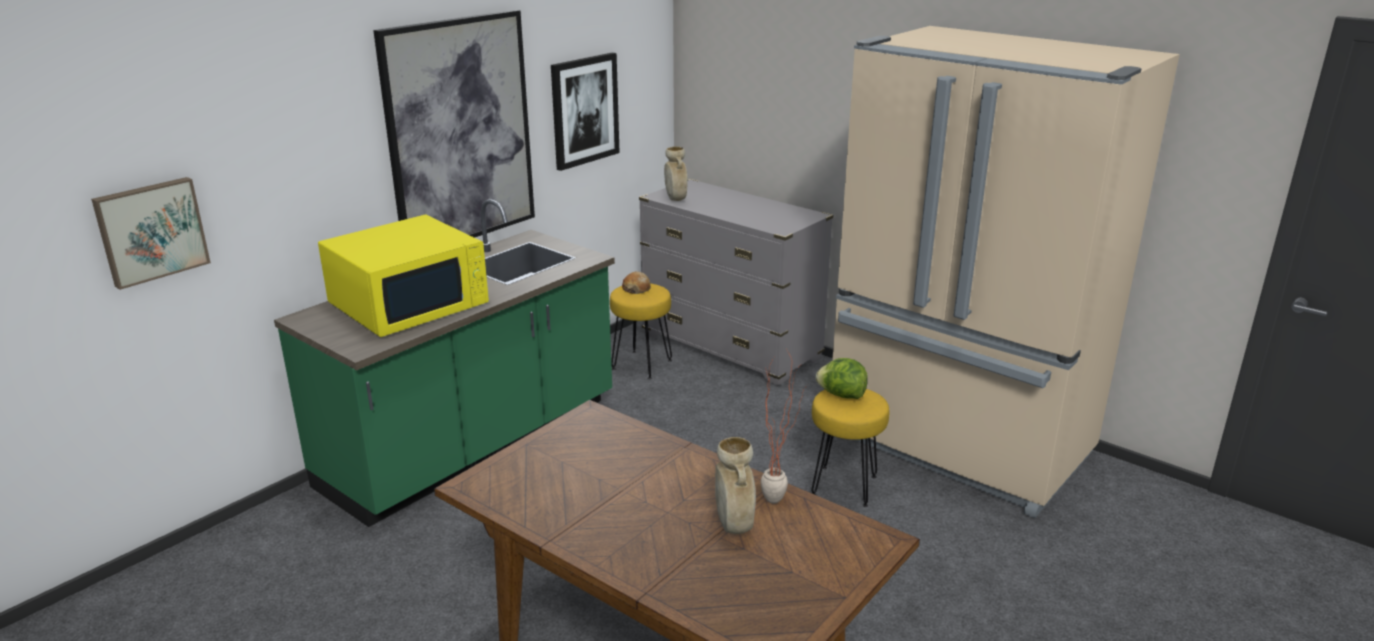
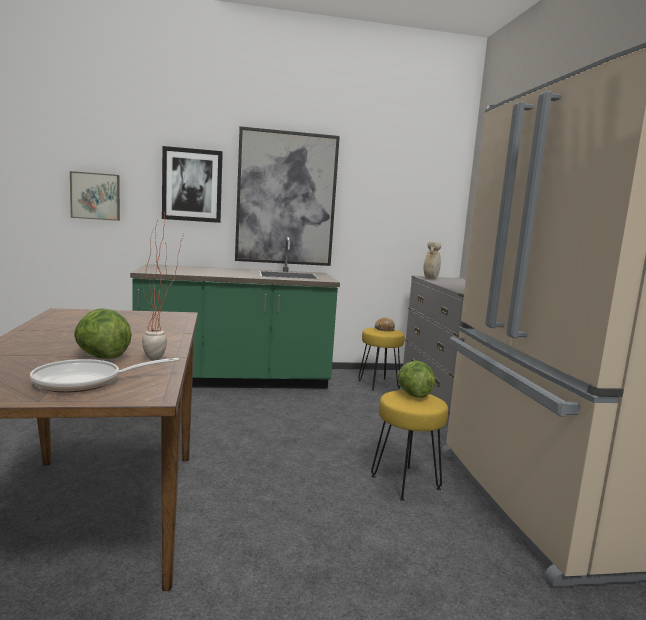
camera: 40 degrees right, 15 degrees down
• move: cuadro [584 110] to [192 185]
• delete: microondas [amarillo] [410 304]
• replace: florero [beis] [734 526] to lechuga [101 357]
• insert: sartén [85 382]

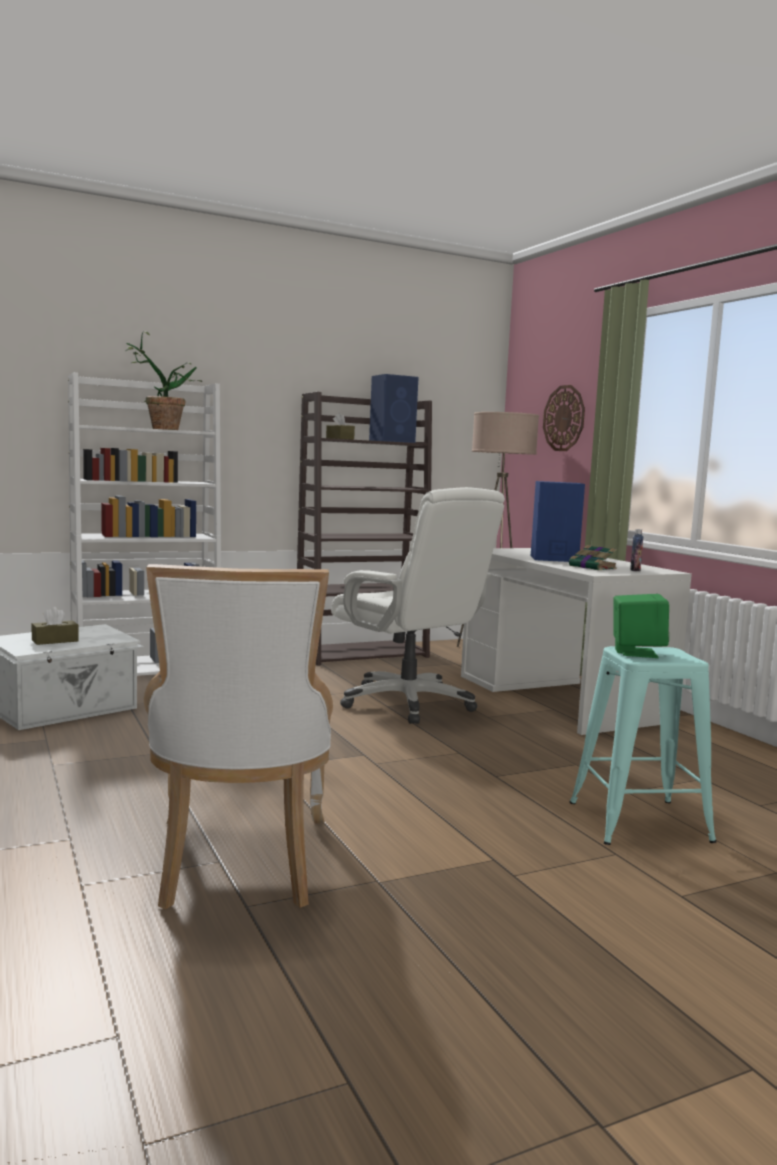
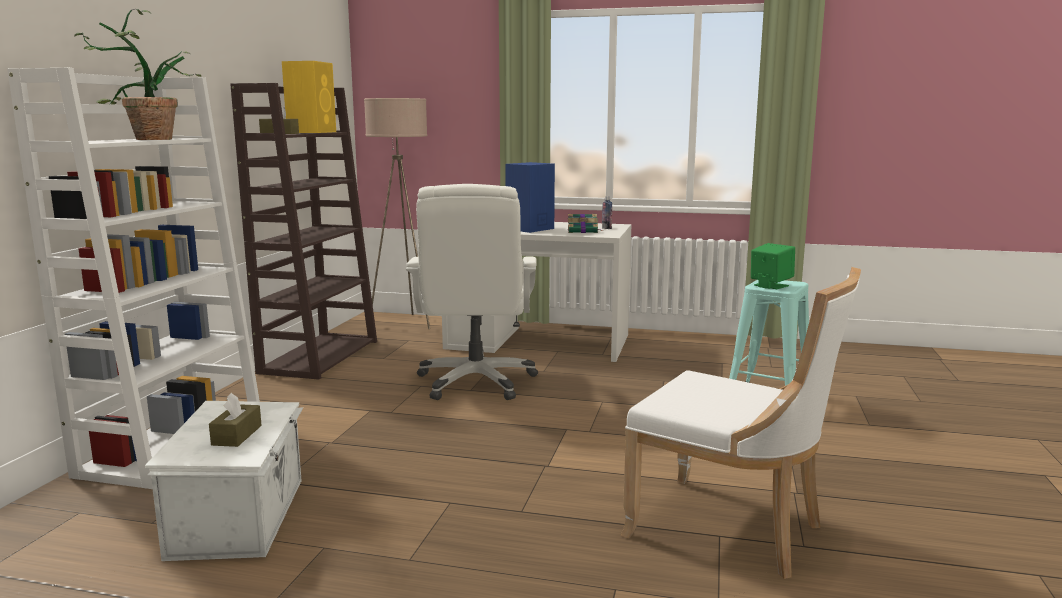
camera: 50 degrees left, 5 degrees up
• recolor: altavoz [azul] [393 441] to altavoz [amarillo] [312 132]
• delete: reloj de pared [564 418]
• rotate: silla de oficina [blanco] [408 703] = [476 382] 90 degrees clockwise

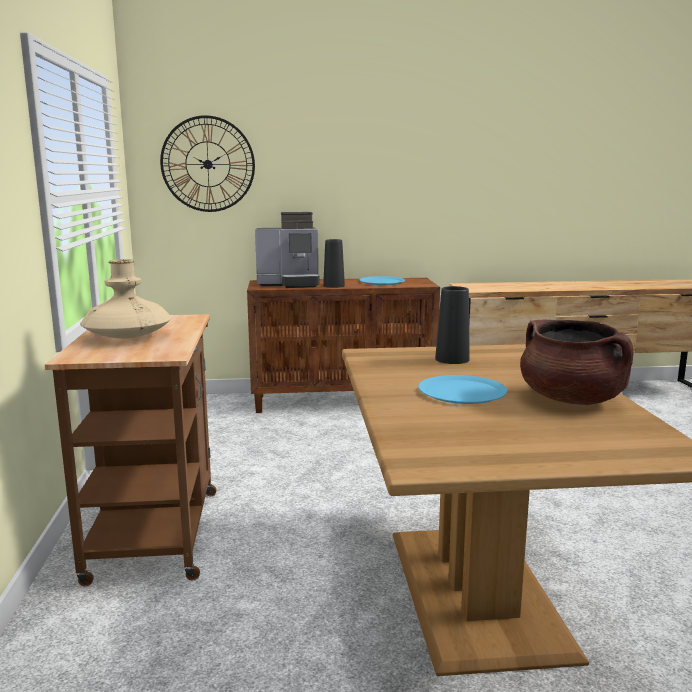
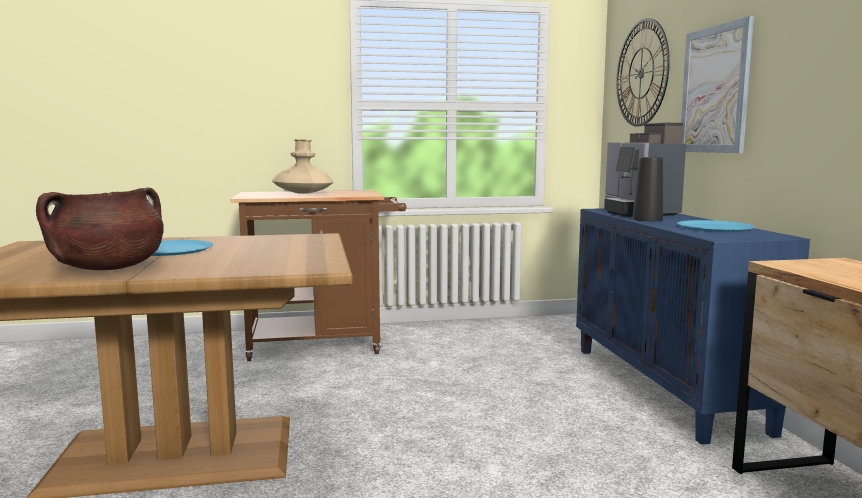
camera: 85 degrees right, 5 degrees down
• recolor: armario [marrón] [343 400] to armario [azul] [666 387]
• delete: florero [negro] [452 359]
• insert: cuadro [715 90]

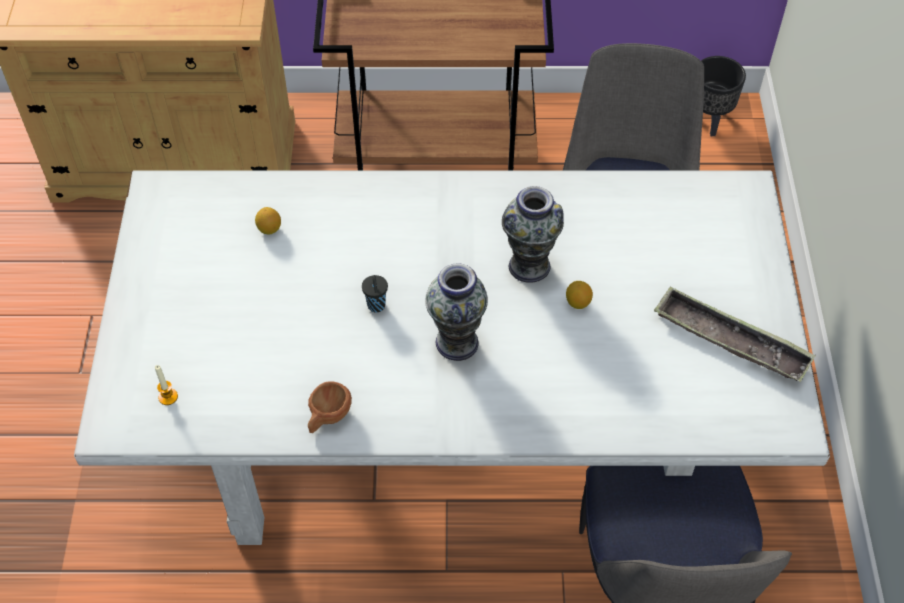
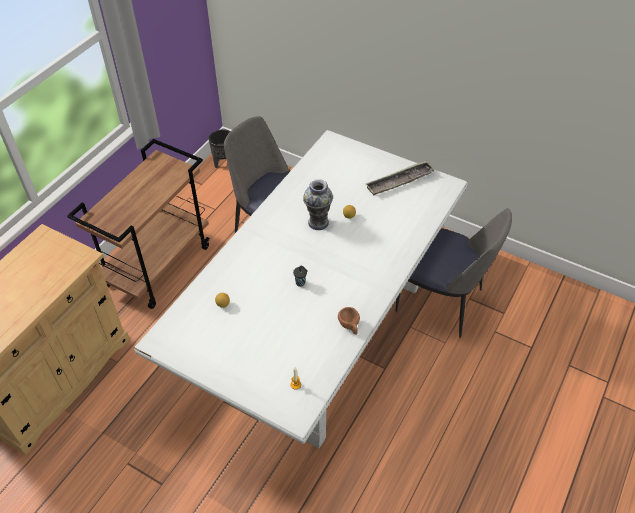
camera: 60 degrees left, 5 degrees down
• delete: florero [457 342]

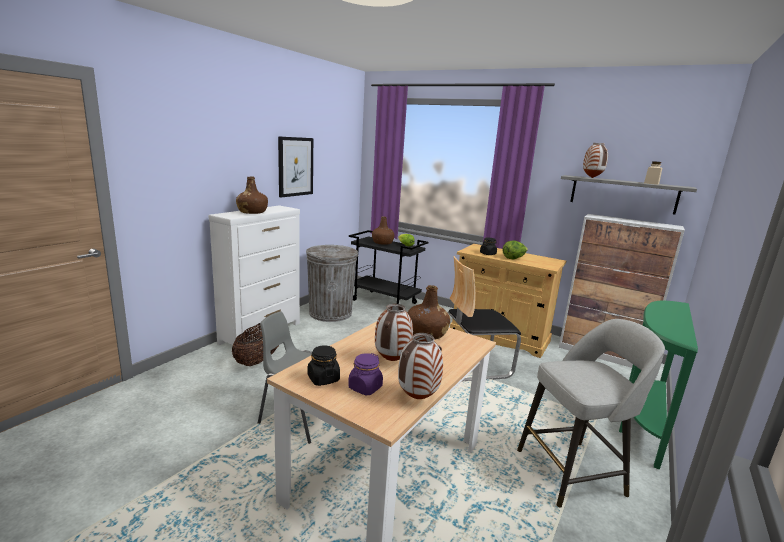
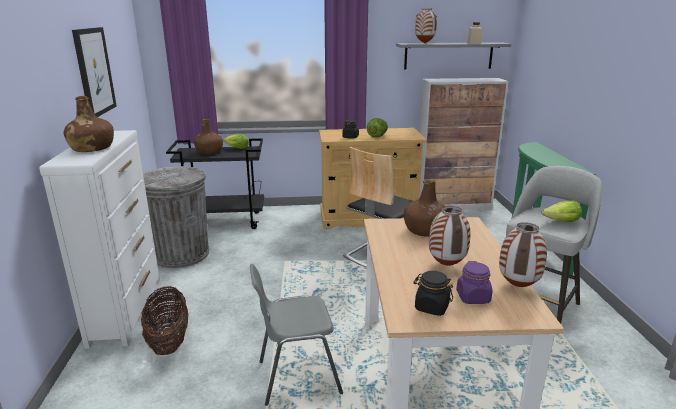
camera: 35 degrees left, 5 degrees up
• insert: lechuga [561 221]

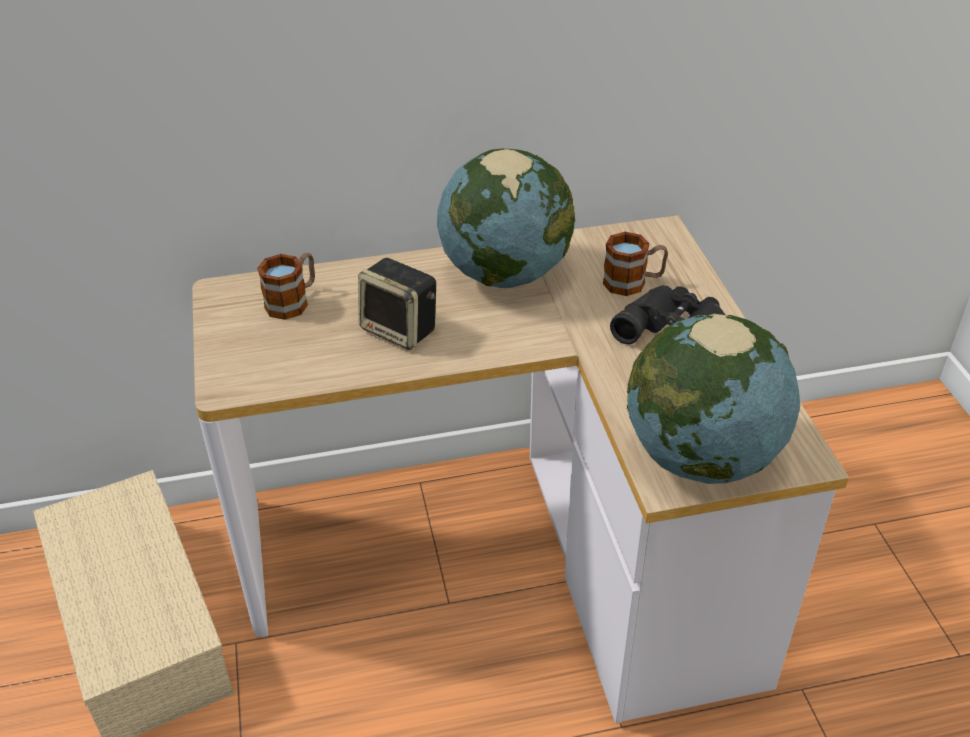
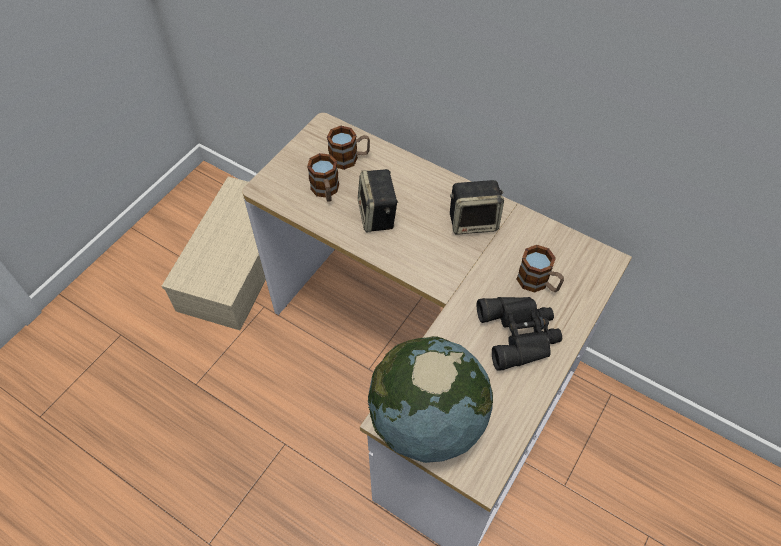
camera: 45 degrees right, 15 degrees up
• replace: globo terráqueo [505 274] to altavoz [474 221]
• insert: taza grande [326 191]

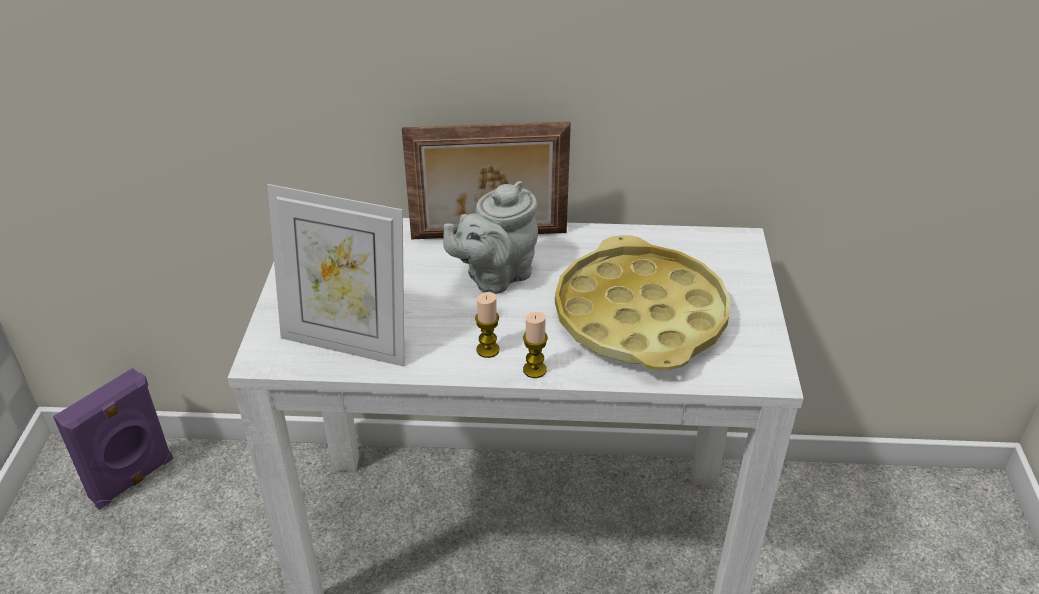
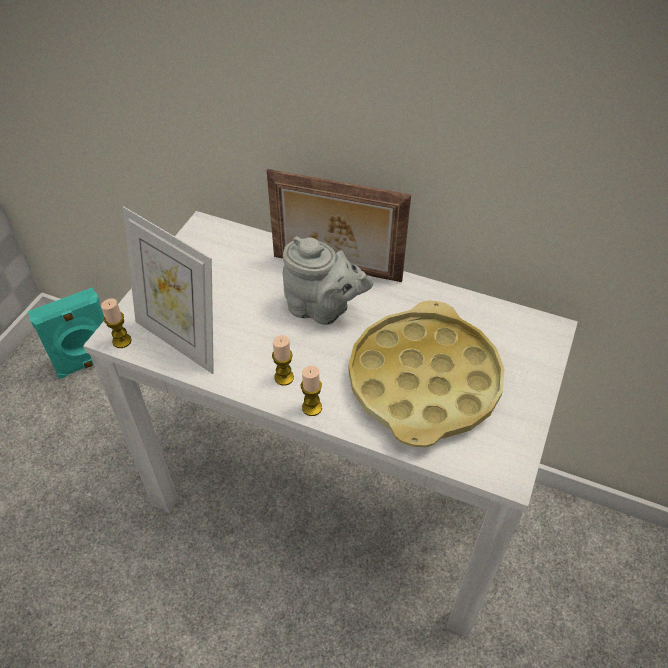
camera: 20 degrees right, 10 degrees up
• rotate: tetera [gris] [495 276] = [323 309] 135 degrees counterclockwise
• recolor: altavoz [morado] [133 480] to altavoz [turquesa] [87 363]
• insert: vela [122 341]

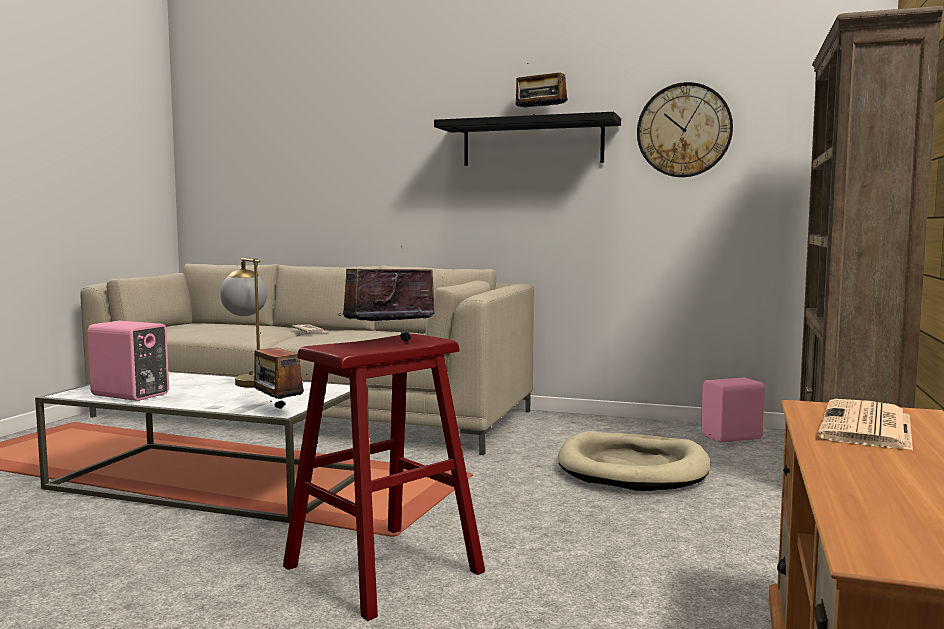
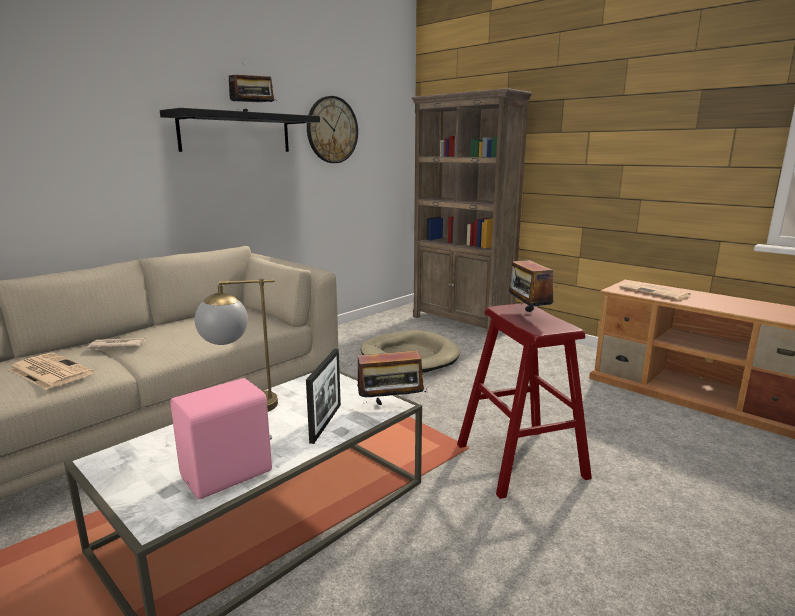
camera: 65 degrees left, 10 degrees up
• delete: altavoz [rosa] [733 437]
• insert: portarretratos [326 423]
• insert: periódico [49 371]

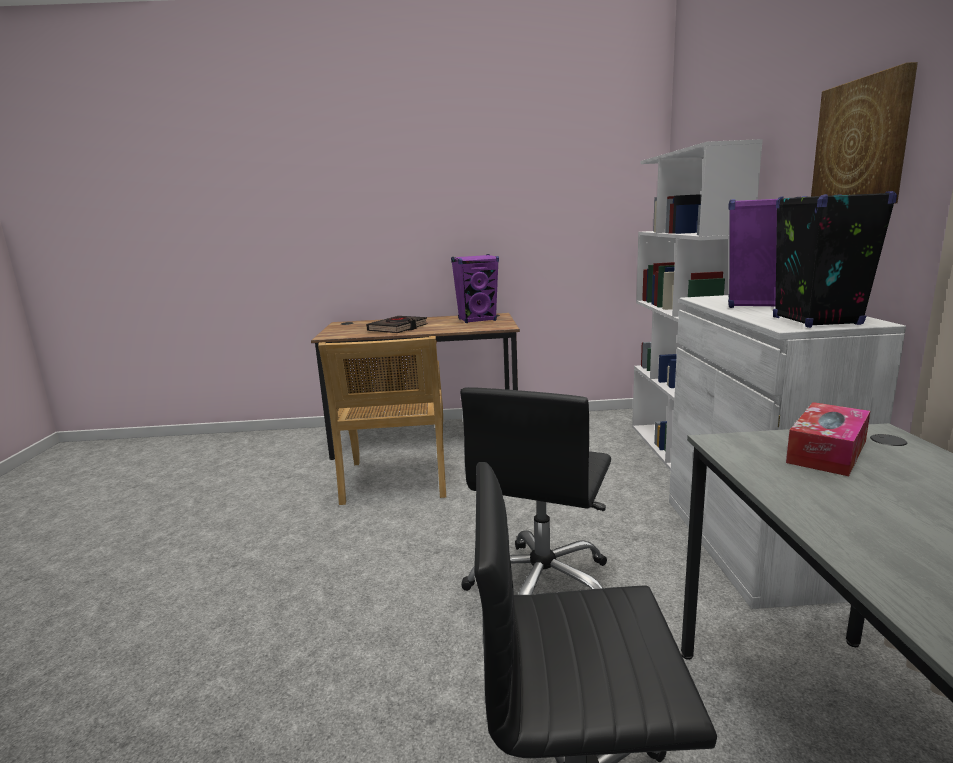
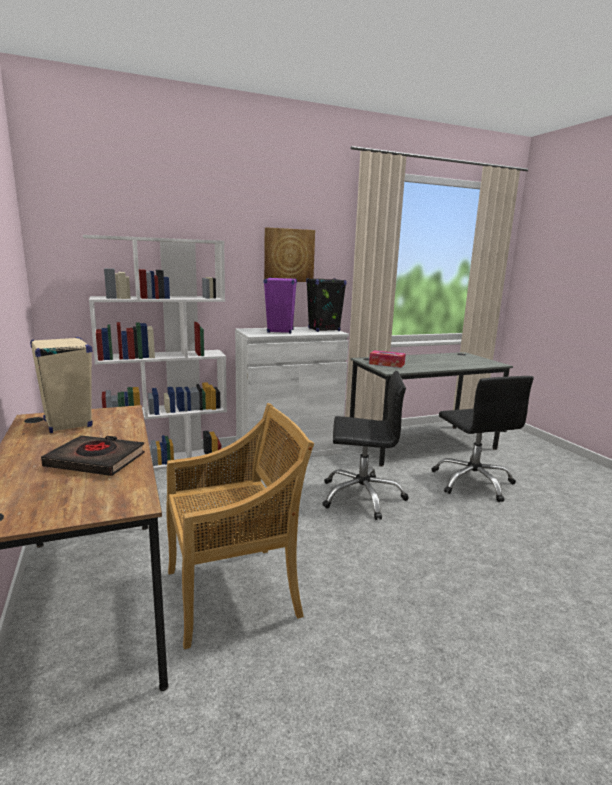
camera: 110 degrees left, 0 degrees up
• recolor: altavoz [morado] [477 320] to altavoz [beis] [68 423]

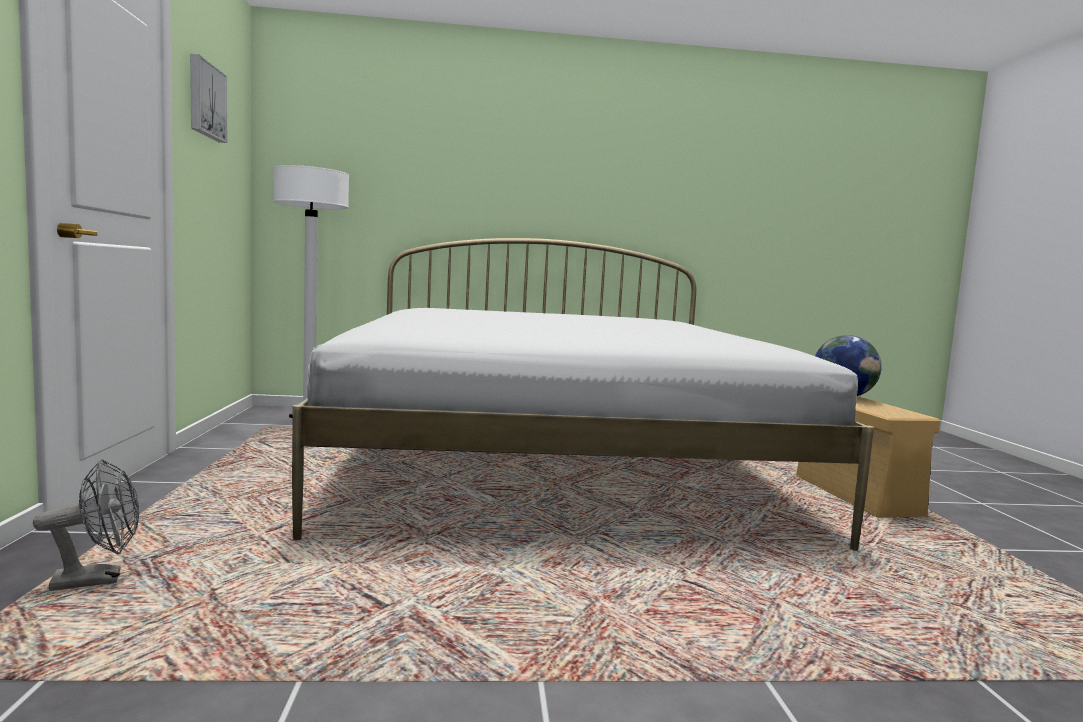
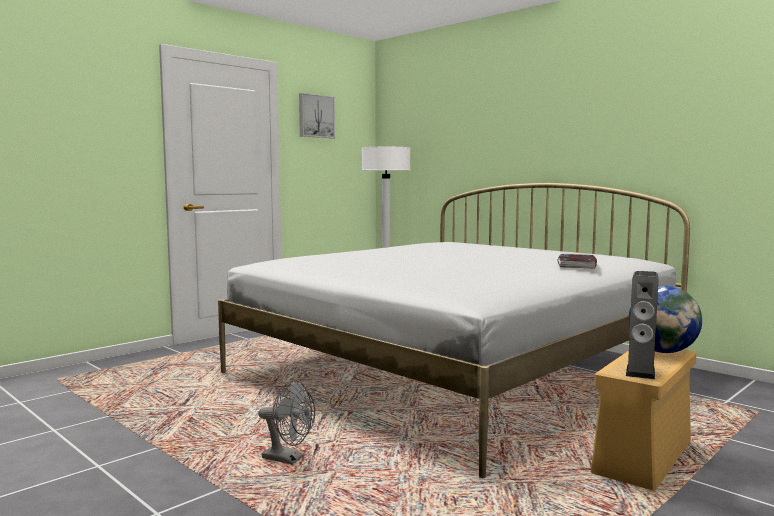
camera: 50 degrees right, 0 degrees up
• move: ventilador [gris] [98 579] to [289 459]
• insert: libro [577 264]
• insert: altavoz [640 372]

